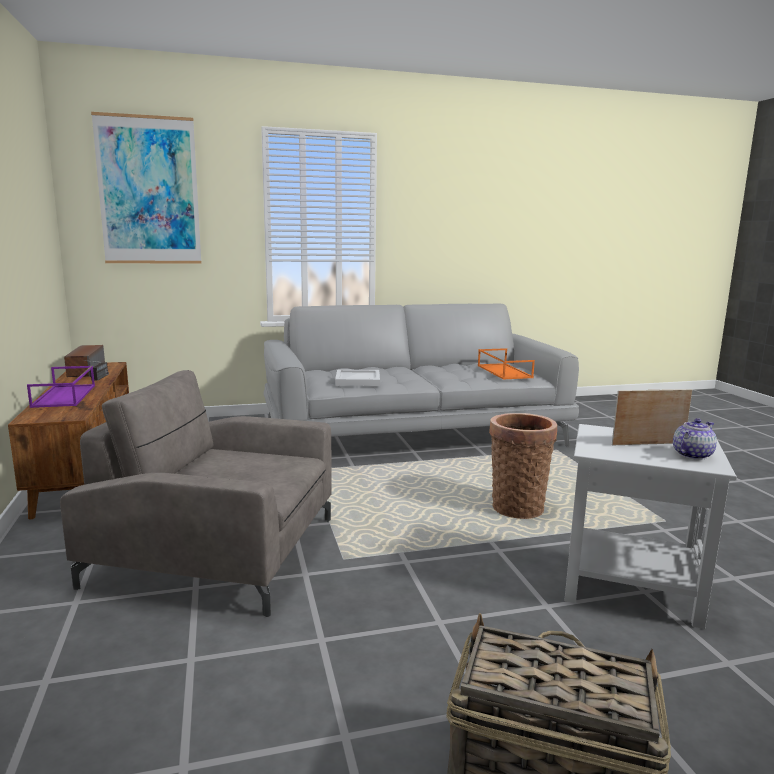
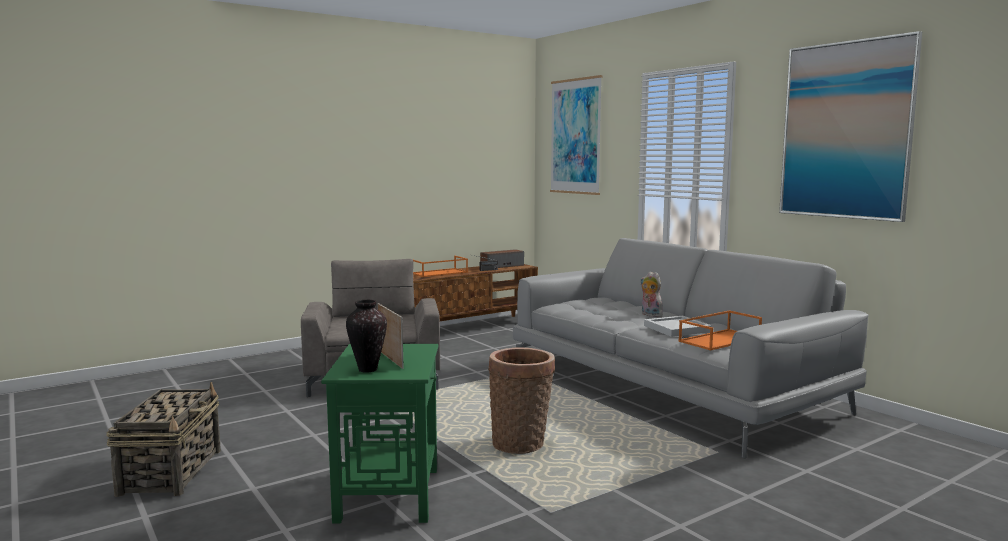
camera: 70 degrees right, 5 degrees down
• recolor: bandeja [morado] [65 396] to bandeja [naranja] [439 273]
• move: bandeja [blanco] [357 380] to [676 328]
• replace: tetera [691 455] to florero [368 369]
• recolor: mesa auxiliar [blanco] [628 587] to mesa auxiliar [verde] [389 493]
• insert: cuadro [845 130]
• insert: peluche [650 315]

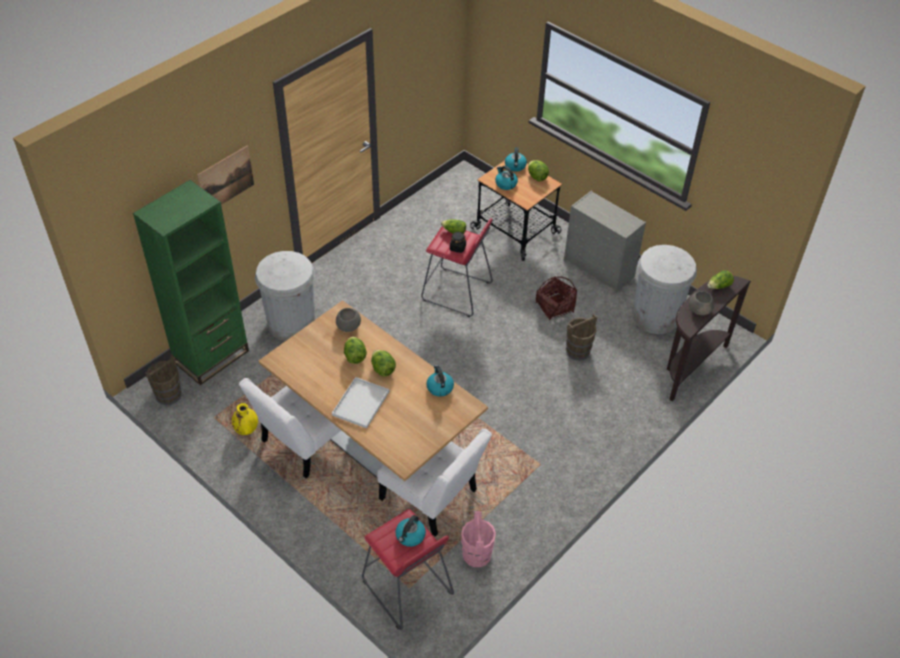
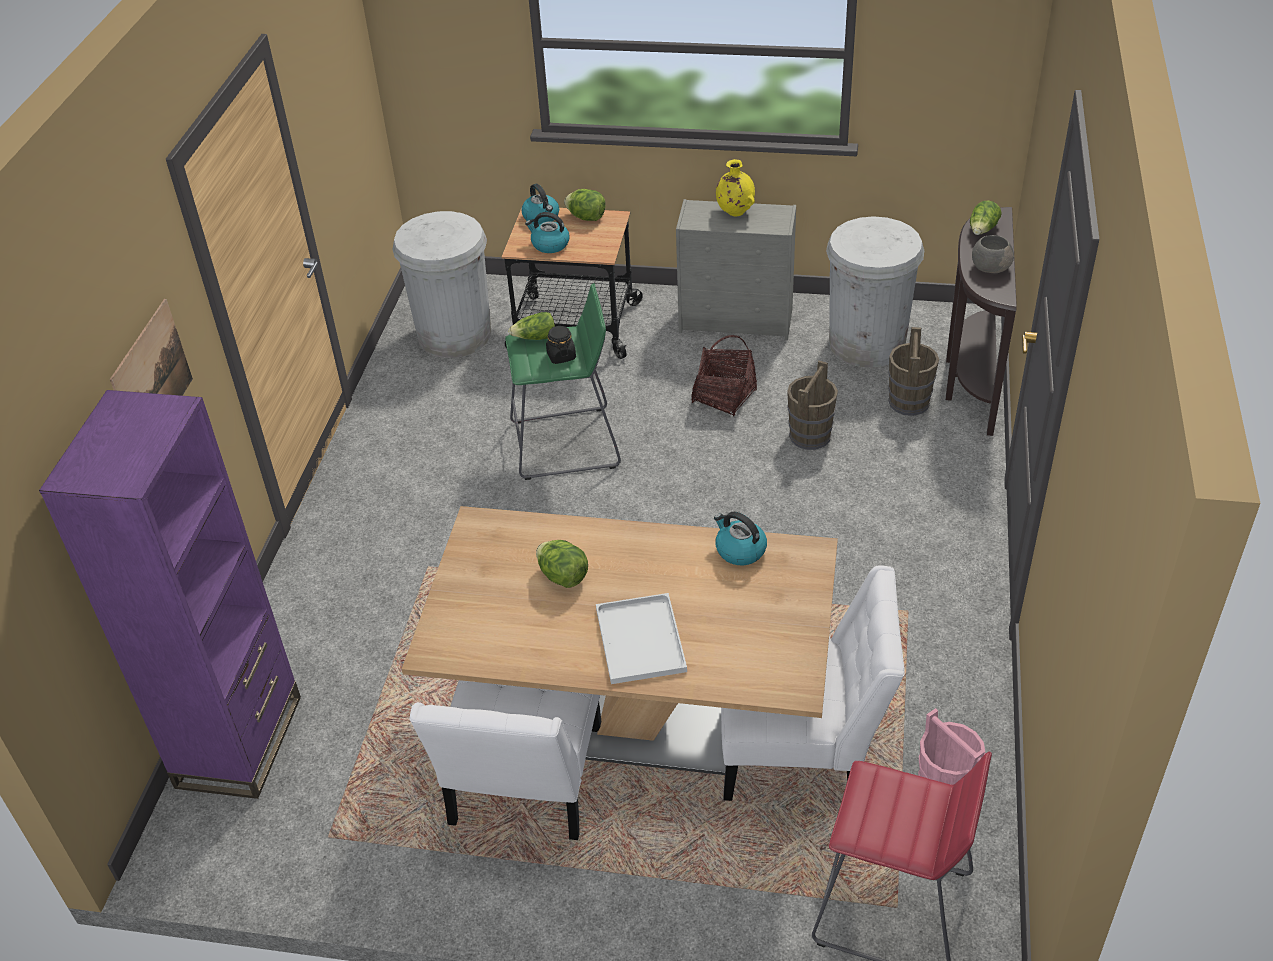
camera: 30 degrees left, 5 degrees down
• recolor: estantería [verde] [211 356] to estantería [morado] [239 741]
• recolor: taburete [rojo] [457 292] to taburete [verde] [565 444]
• move: papelera [blanco] [291 323] to [454 335]
• delete: cuenco [gris] [348 326]
• delete: lechuga [383 369]
• move: cubo [marrón] [168 395] to [909 402]
• move: florero [amarillo] [246 430] to [735 212]
• delete: hervidor [410 536]

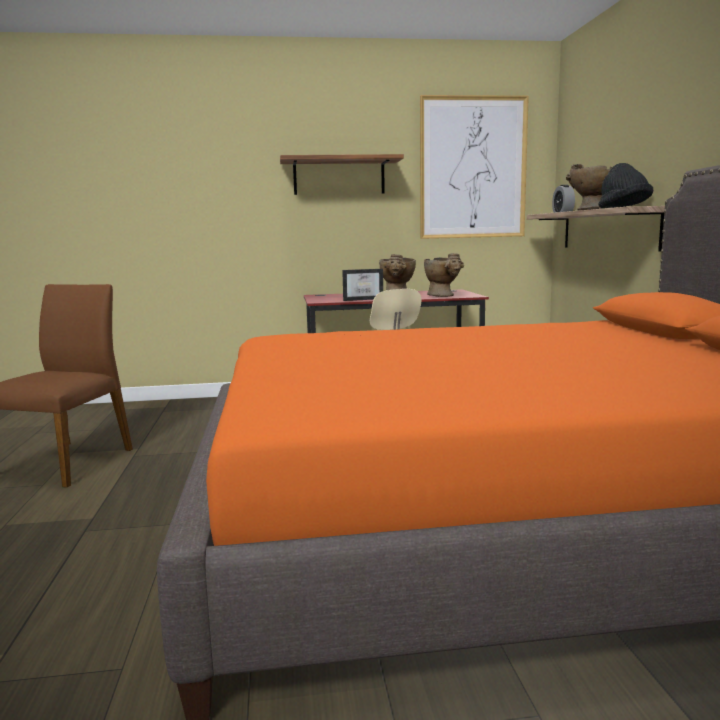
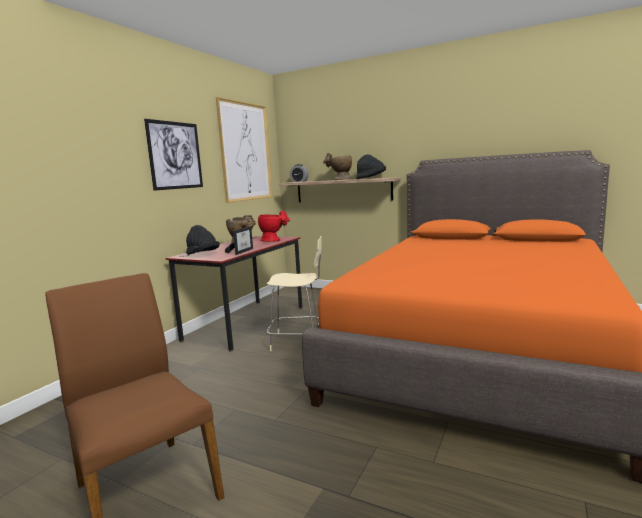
camera: 55 degrees left, 0 degrees up
• replace: estante [339 176] to cuadro [175 155]
• recolor: florero [beis] [444 296] to florero [rojo] [274 240]
• insert: sombrero [negro] [202 255]

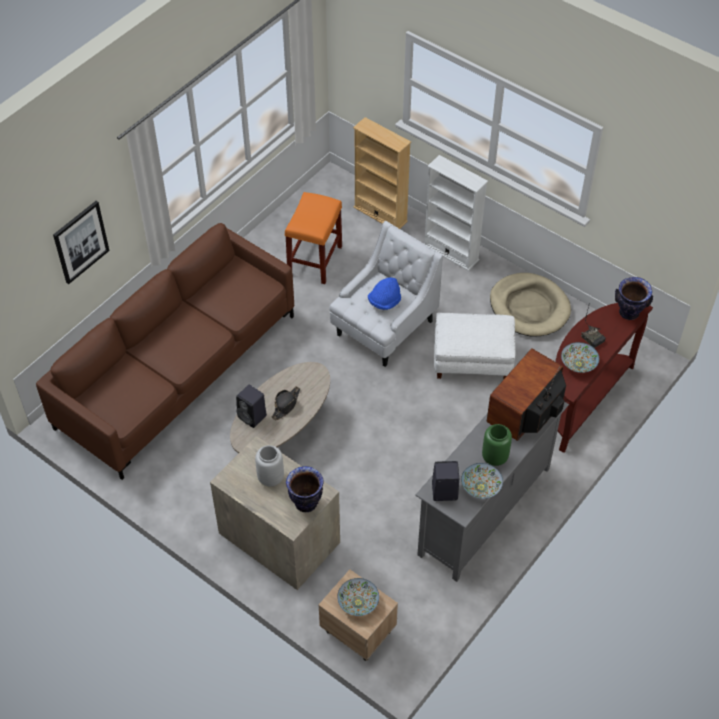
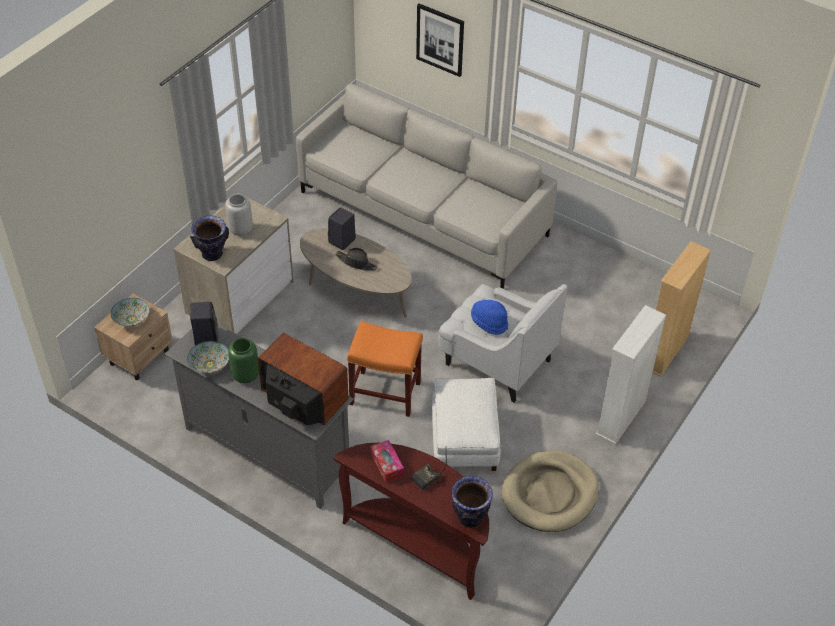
camera: 85 degrees right, 5 degrees down
• move: taburete [naranja] [315 260] to [386 393]
• recolor: sofá [marrón] [177 371] to sofá [gris] [423 214]
• replace: cuenco [578 364] to caja de pañuelos [387 464]

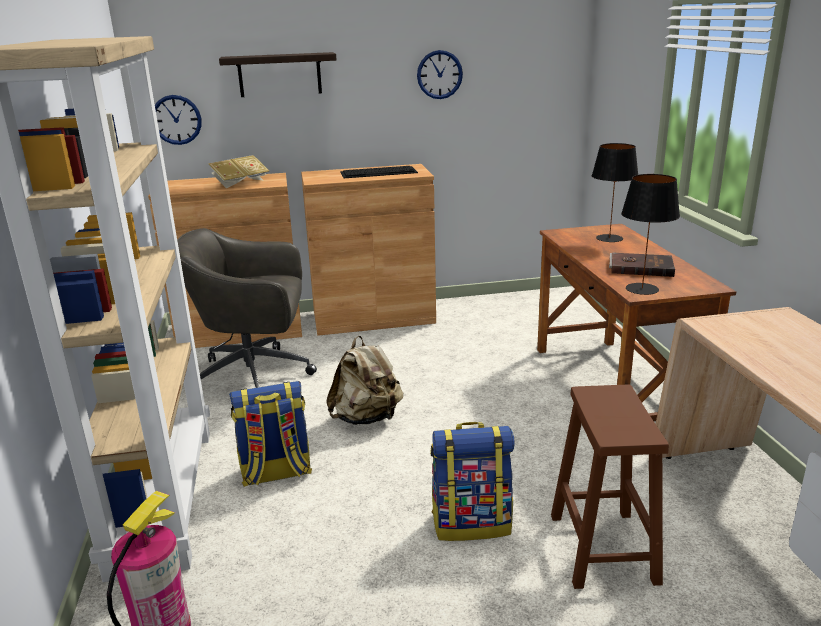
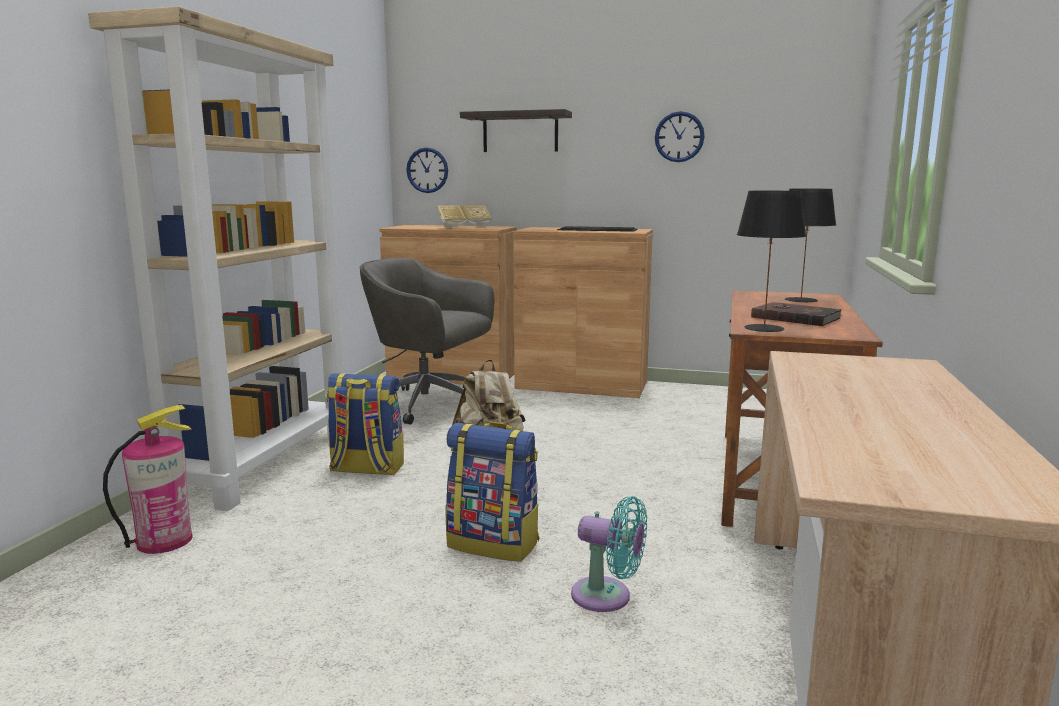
camera: 25 degrees right, 10 degrees down
• replace: taburete [marrón] [601 546] to ventilador [turquesa] [607 597]

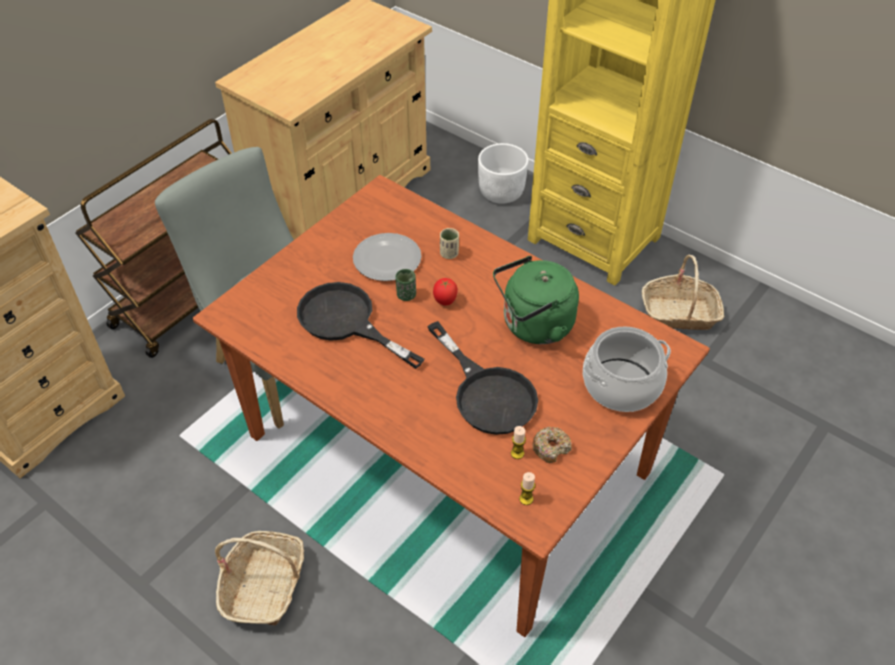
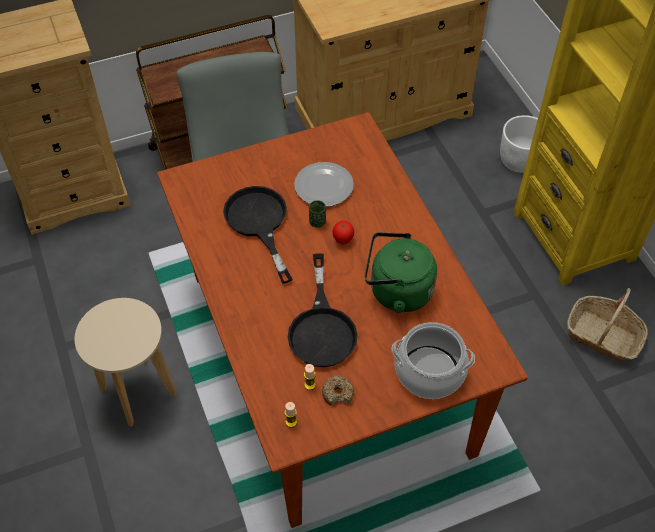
camera: 30 degrees right, 5 degrees up
• delete: taza [beis] [449 254]
• replace: cesta [265 585] to taburete [beis] [138 391]

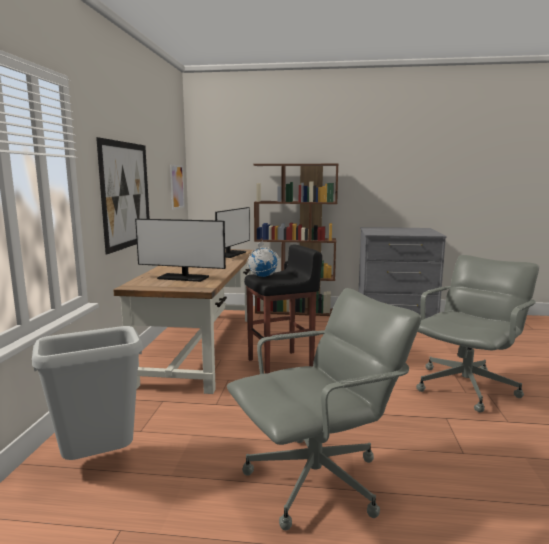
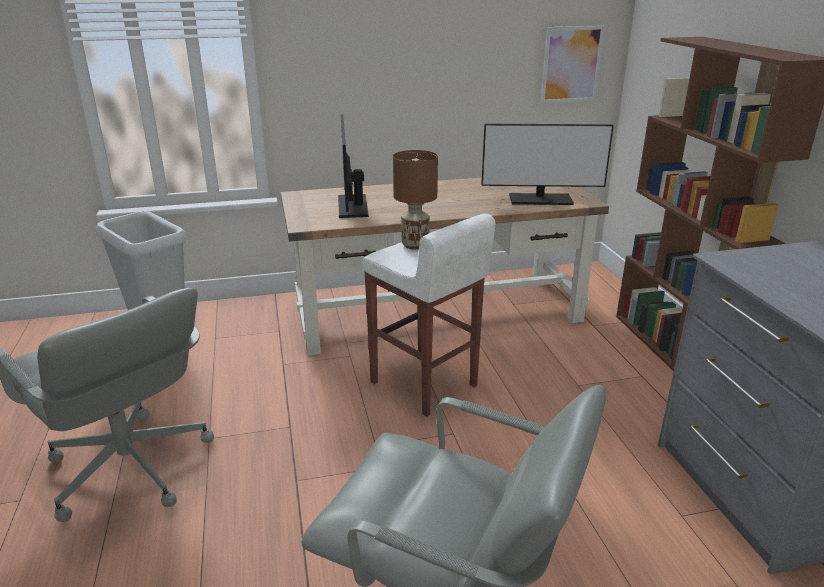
camera: 70 degrees right, 15 degrees up
• delete: cuadro [126 195]
• replace: globo terráqueo [262 276] to lámpara de mesa [marrón] [415 245]
• recolor: taburete [negro] [281 364] to taburete [blanco] [424 385]

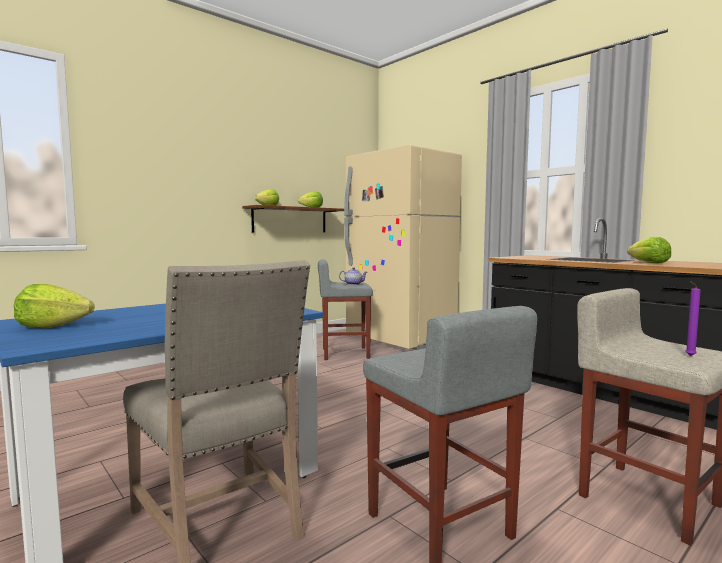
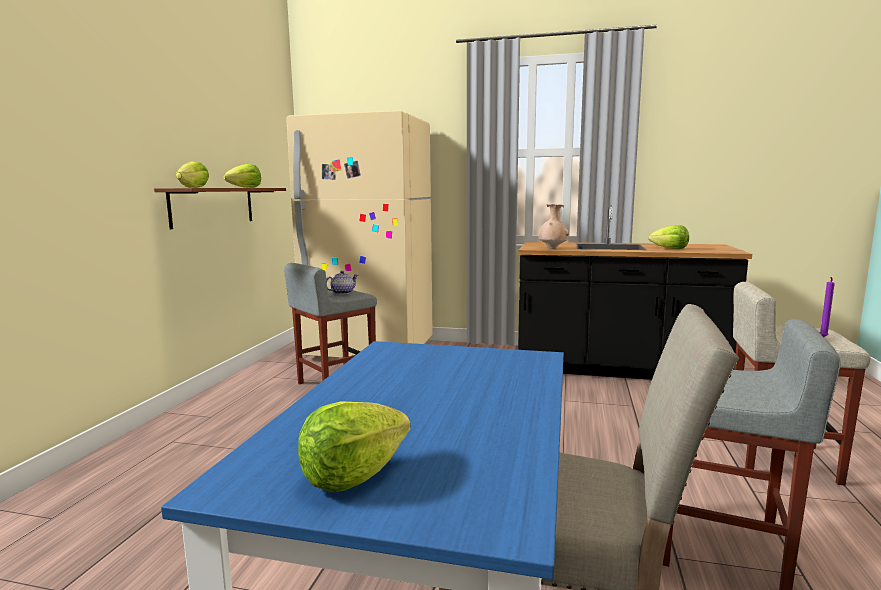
camera: 35 degrees left, 5 degrees up
• insert: florero [beis] [552 249]

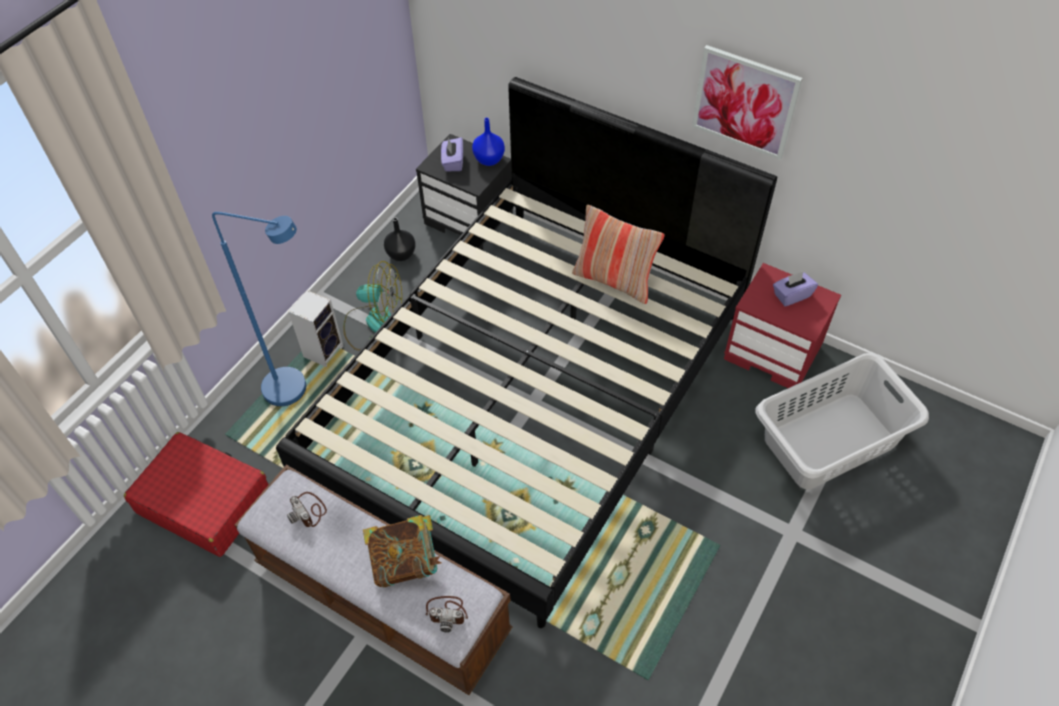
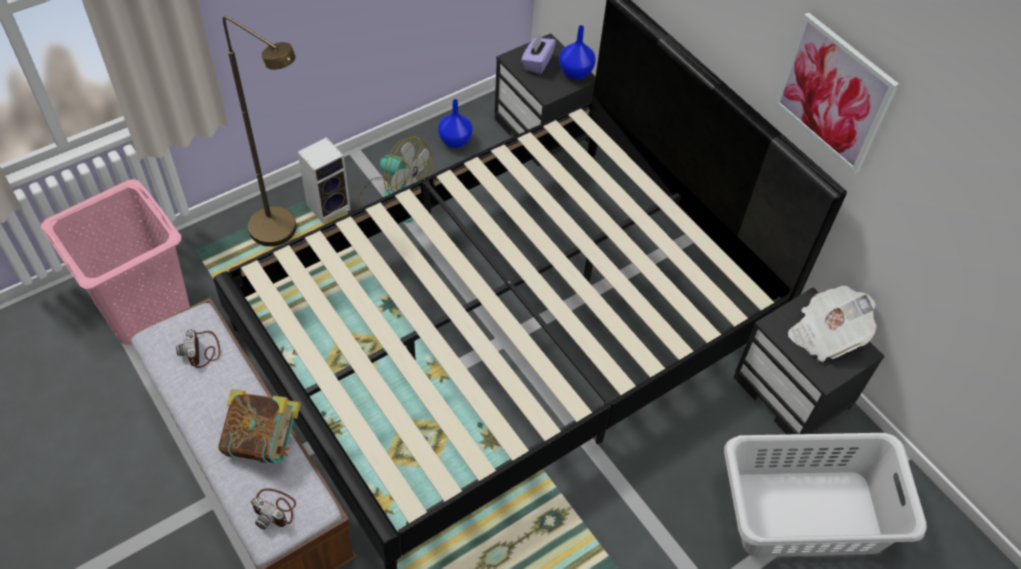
camera: 20 degrees right, 0 degrees up
• delete: cojín [614 280]
• recolor: lámpara de pie [azul] [297 390] to lámpara de pie [marrón] [284 234]
• recolor: florero [negro] [401 254] to florero [azul] [455 141]
• recolor: mesita de noche [rojo] [773 353] to mesita de noche [negro] [793 393]
• replace: caja de pañuelos [morado] [791 295] to periódico [825 334]
• replace: maleta [rojo] [204 502] to cesto de la ropa [rosa] [142 306]

